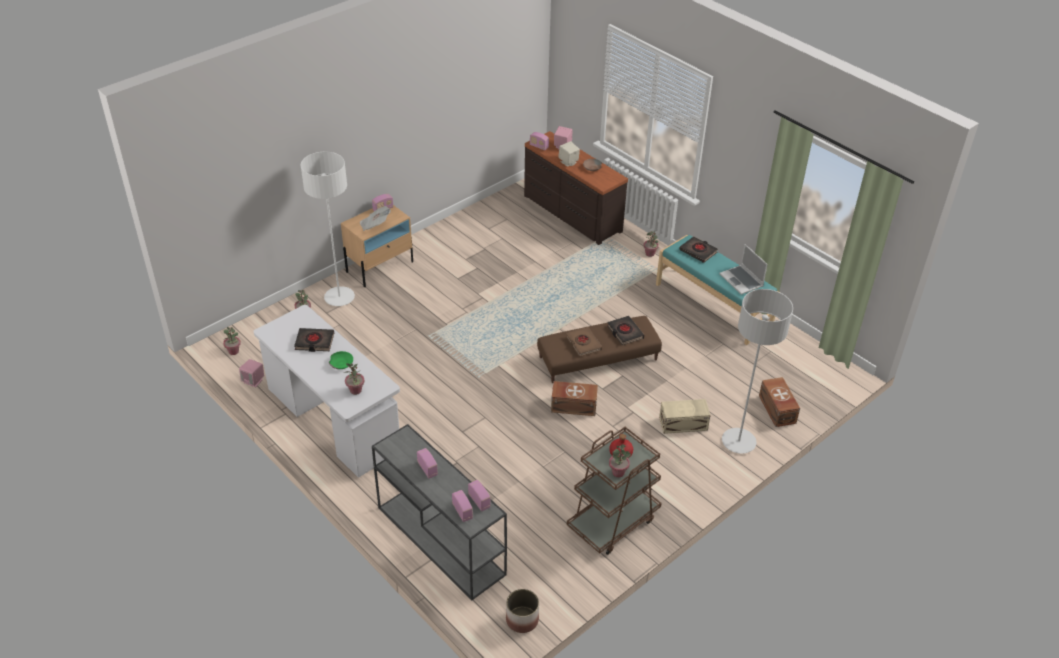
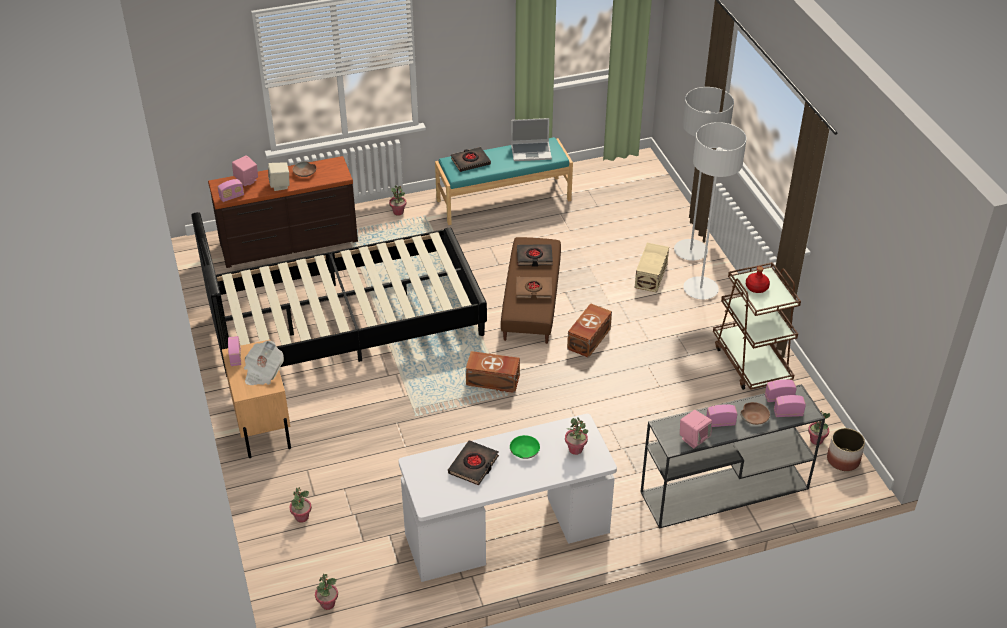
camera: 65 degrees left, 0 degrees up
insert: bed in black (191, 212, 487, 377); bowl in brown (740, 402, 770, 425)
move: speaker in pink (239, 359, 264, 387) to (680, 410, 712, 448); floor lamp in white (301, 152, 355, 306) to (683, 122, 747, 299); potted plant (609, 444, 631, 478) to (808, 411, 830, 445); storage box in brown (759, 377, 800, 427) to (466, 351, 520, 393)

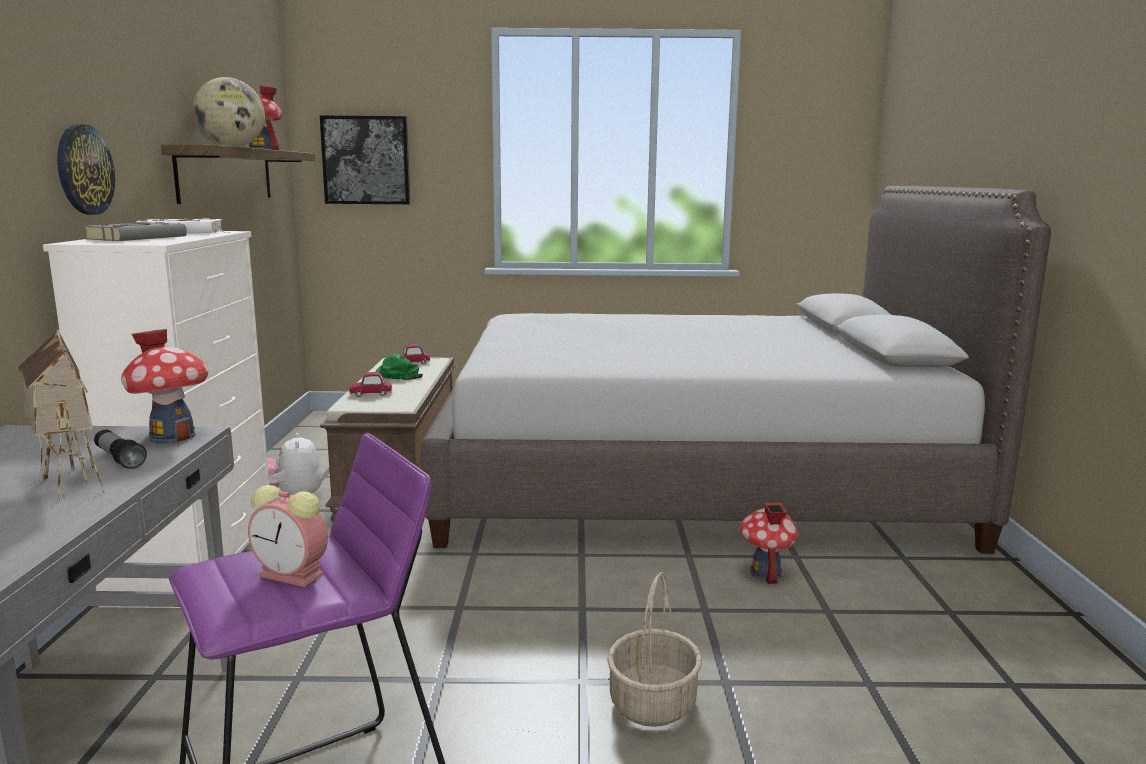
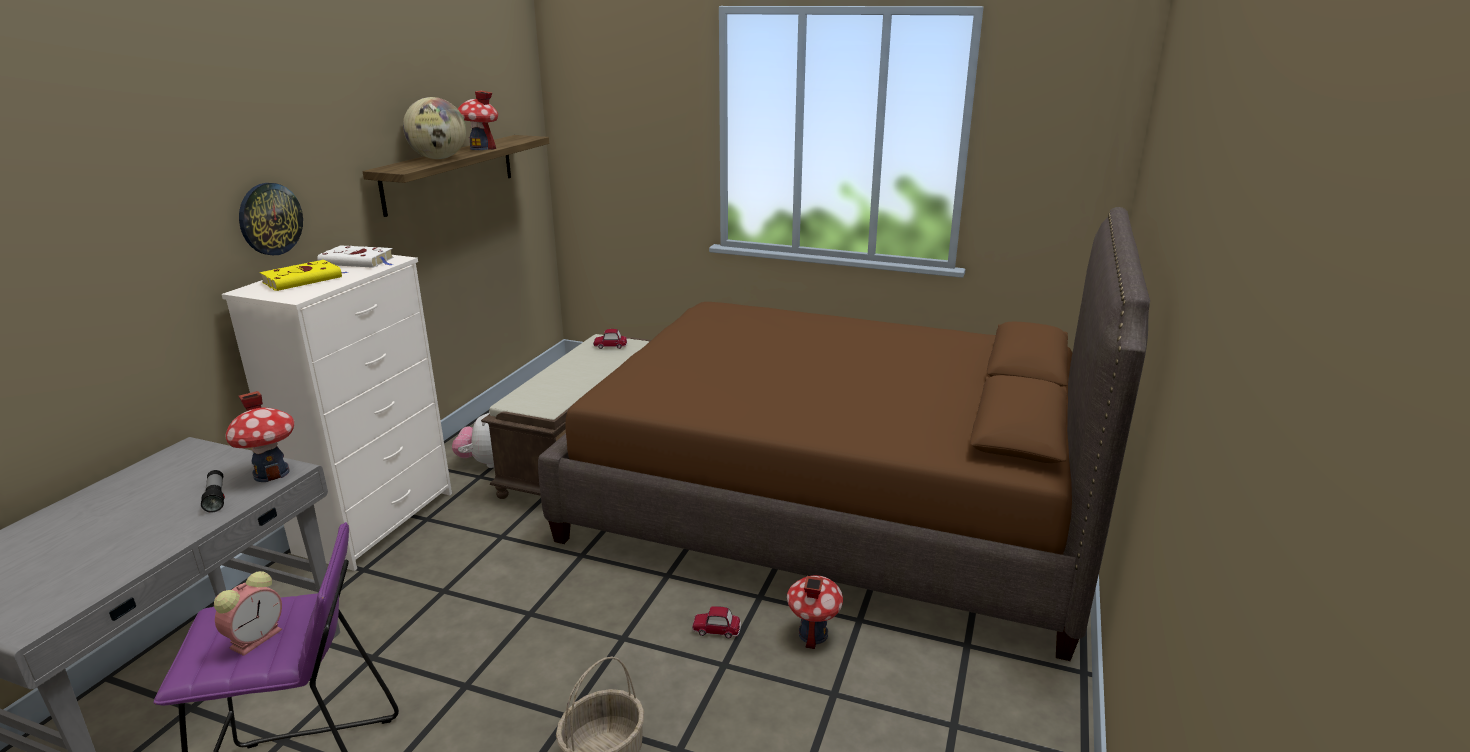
camera: 20 degrees right, 10 degrees up
delete: toy house (17, 329, 105, 501); picture (320, 116, 410, 204); cap in green (375, 354, 423, 380)
move: toy car (349, 372, 393, 397) to (692, 606, 741, 638)
recolor: book in grey (83, 222, 187, 241) to book in yellow (260, 260, 349, 291); bed in grey (421, 186, 1051, 554) to bed in brown (538, 207, 1150, 661)
rotate: alarm clock (248, 485, 328, 587) = (214, 571, 282, 656) 105 degrees counterclockwise

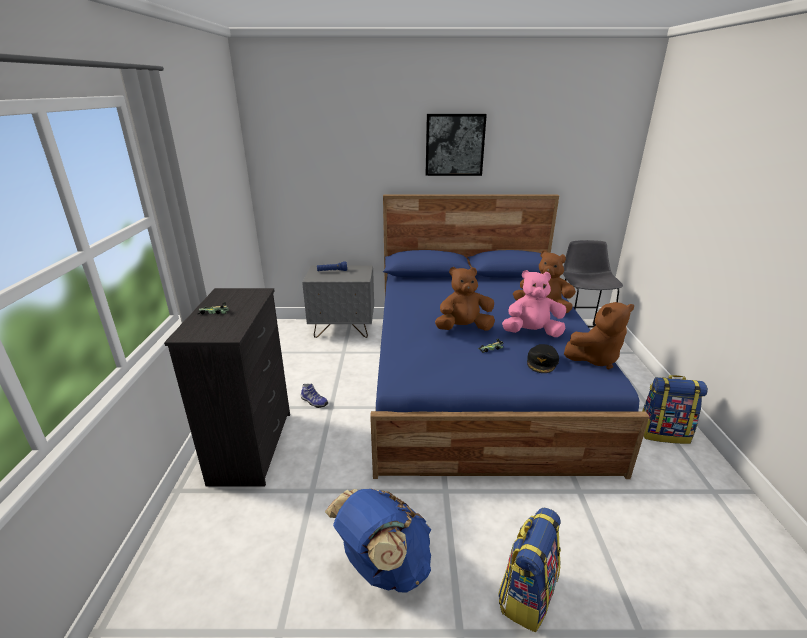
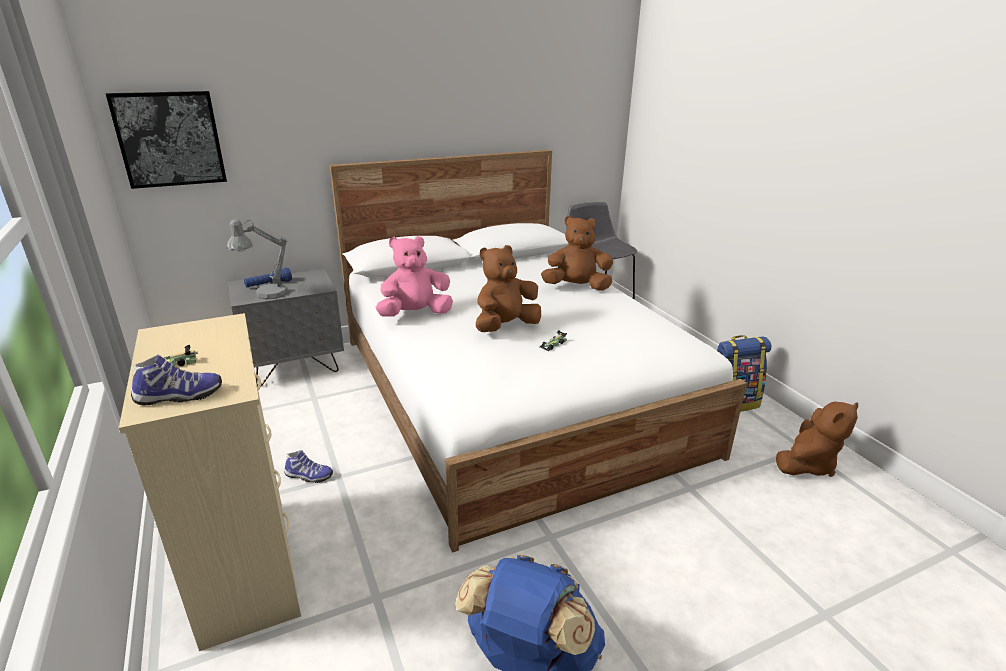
camera: 25 degrees left, 0 degrees up
delete: backpack (498, 508, 561, 632); cap in black (527, 344, 559, 373)
insert: shoe (131, 355, 222, 405); table lamp in grey (227, 219, 287, 300)
move: picture (426, 114, 487, 176) to (106, 91, 227, 189); plush toy in pink (502, 270, 566, 337) to (376, 236, 453, 316); plush toy in brown (564, 302, 634, 370) to (776, 401, 858, 477)
recolor: dresser in black (164, 288, 290, 486) to dresser in beige (119, 313, 301, 651); bed in blue (370, 195, 649, 479) to bed in white (330, 150, 747, 552)

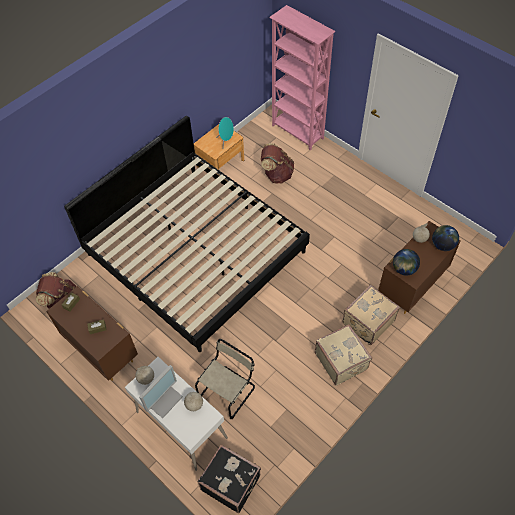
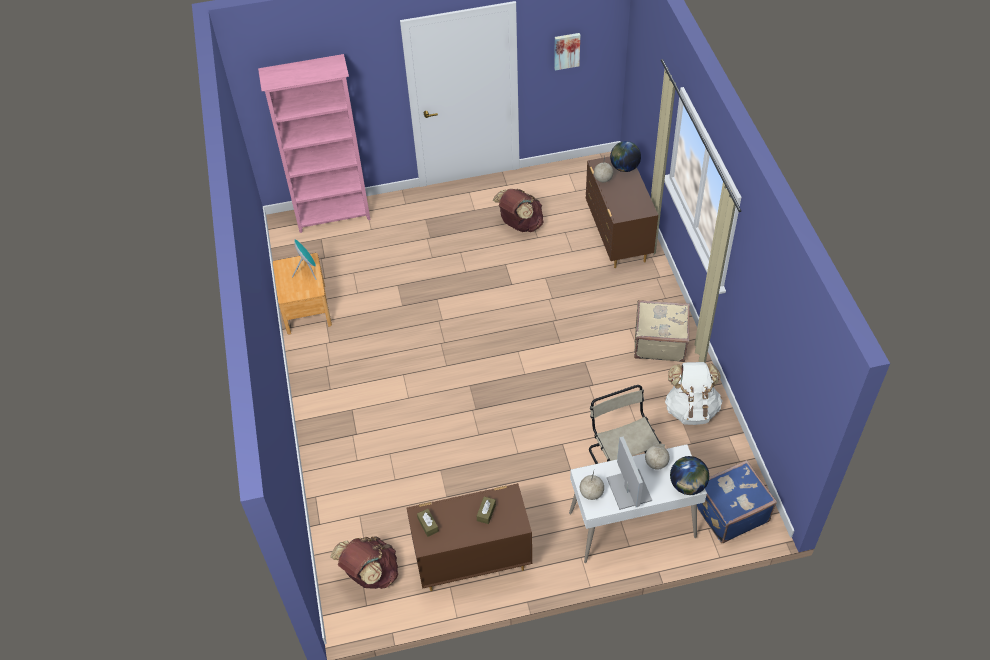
camera: 55 degrees left, 5 degrees down
delete: bed (64, 116, 310, 352); suitcase in beige (342, 285, 400, 345)
insert: picture (554, 33, 580, 70); backpack in white (665, 362, 723, 425)
move: backpack in brown (261, 143, 294, 184) to (493, 189, 544, 232); globe (393, 249, 420, 276) to (670, 456, 709, 495)
recolor: suitcase in black (198, 444, 261, 513) to suitcase in blue (697, 460, 777, 543)

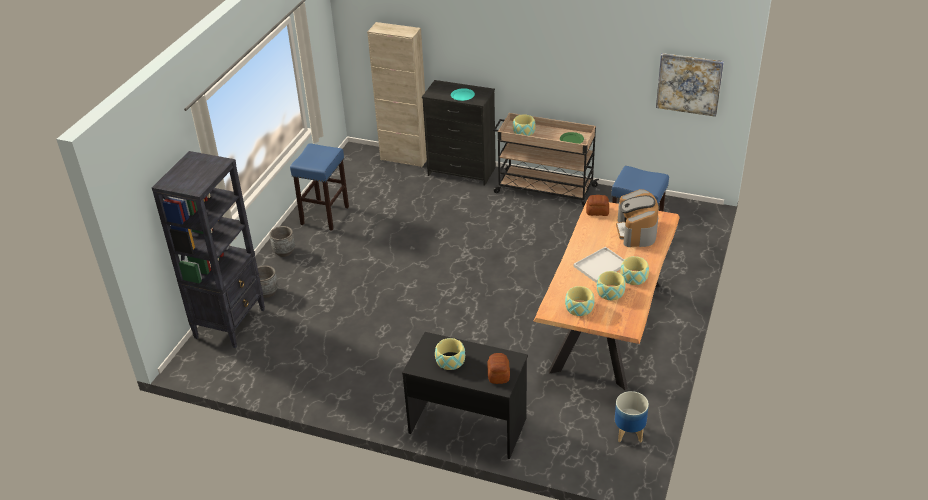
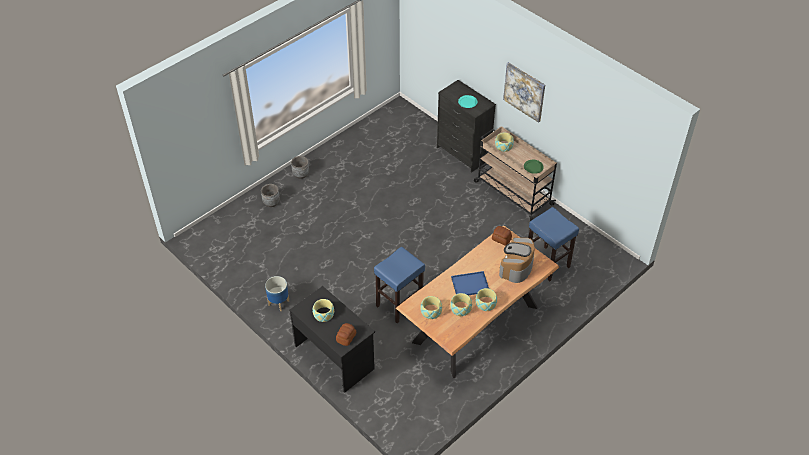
camera: 25 degrees right, 10 degrees up
delete: bookcase in black (152, 151, 265, 348); cabinet in beige (367, 22, 427, 167)
move: stool in blue (290, 143, 349, 231) to (374, 247, 425, 323); planter (615, 391, 649, 442) to (265, 276, 289, 311); picture (656, 53, 724, 117) to (503, 62, 545, 123)
recolor: tray in white (573, 247, 624, 283) to tray in blue (451, 271, 489, 295)

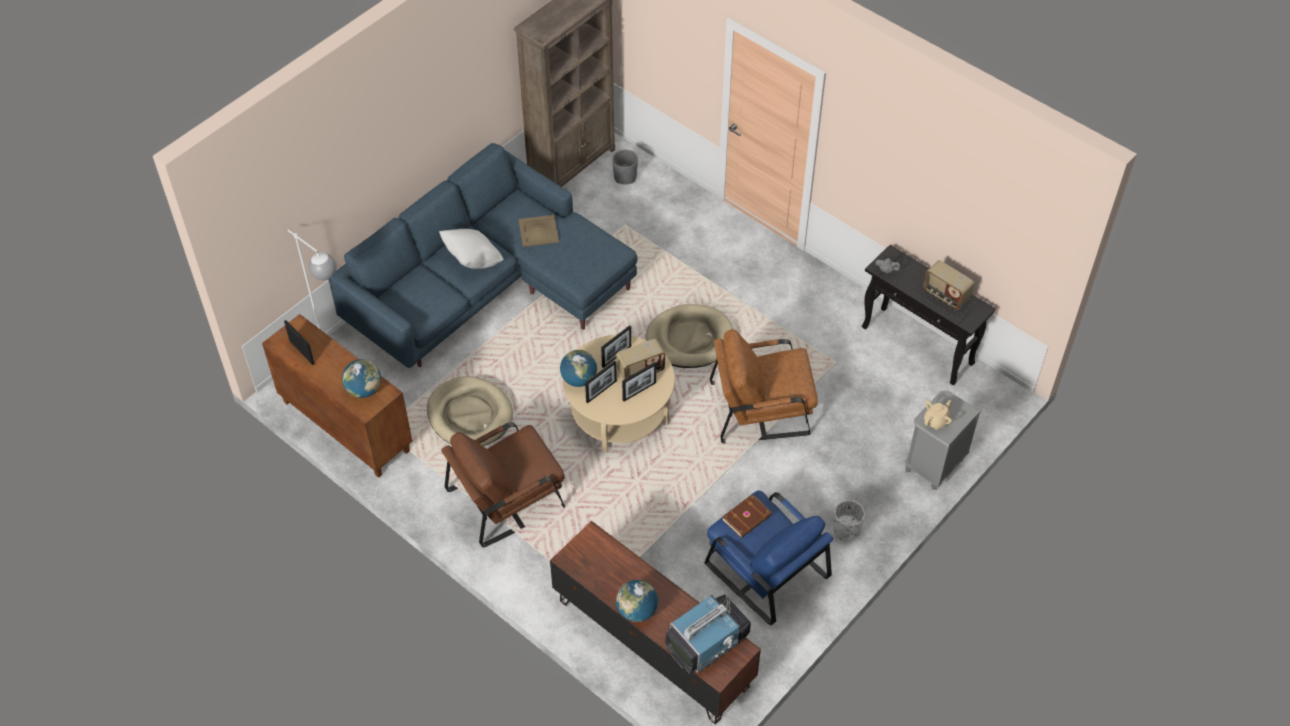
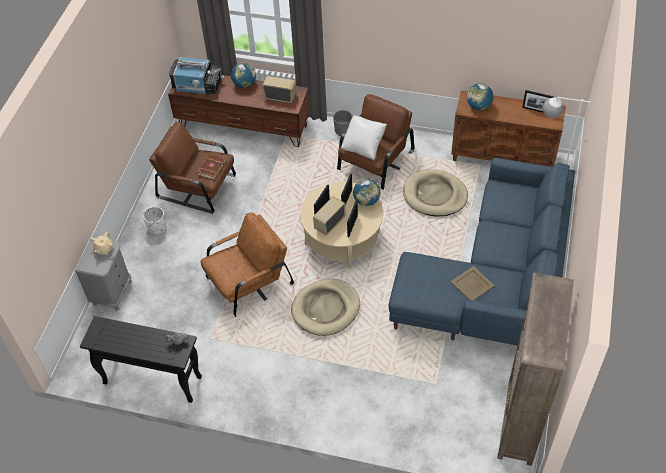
camera: 155 degrees right, 0 degrees up
move: pillow in white (439, 229, 504, 269) to (341, 115, 387, 160); planter in grey (612, 149, 638, 185) to (333, 110, 353, 137); radio (924, 260, 974, 310) to (262, 76, 296, 103)
recolor: armchair in blue (705, 490, 833, 625) to armchair in brown (149, 122, 236, 214)
rotate: television (665, 594, 751, 674) = (169, 57, 224, 95) 105 degrees counterclockwise

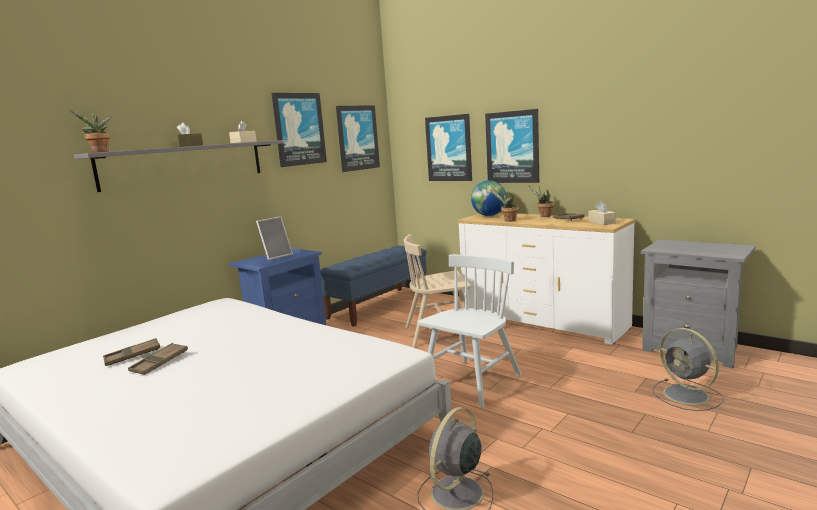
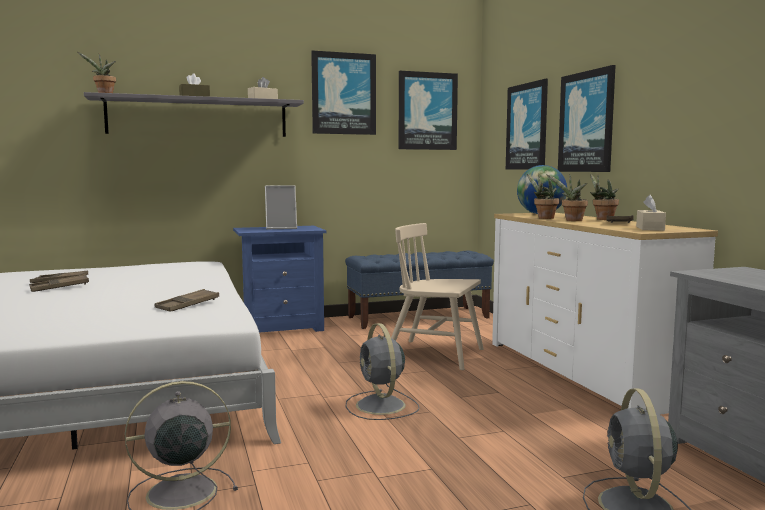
camera: 30 degrees right, 5 degrees down
insert: tray in brown (155, 289, 219, 312); potted plant (546, 174, 588, 221)
replace: chair in white (418, 255, 521, 408) to fan in grey (346, 323, 420, 420)

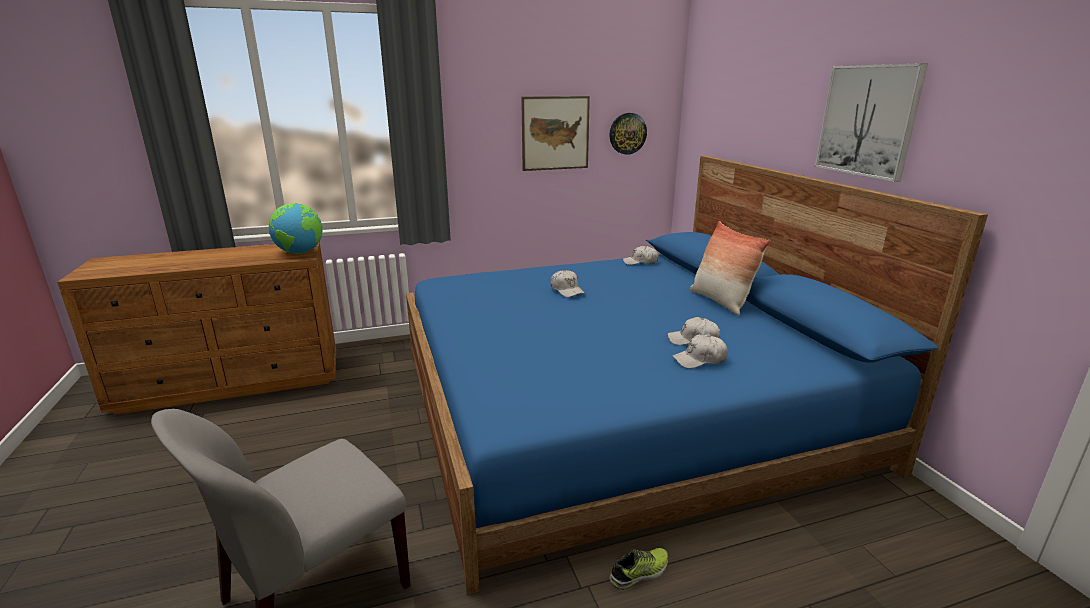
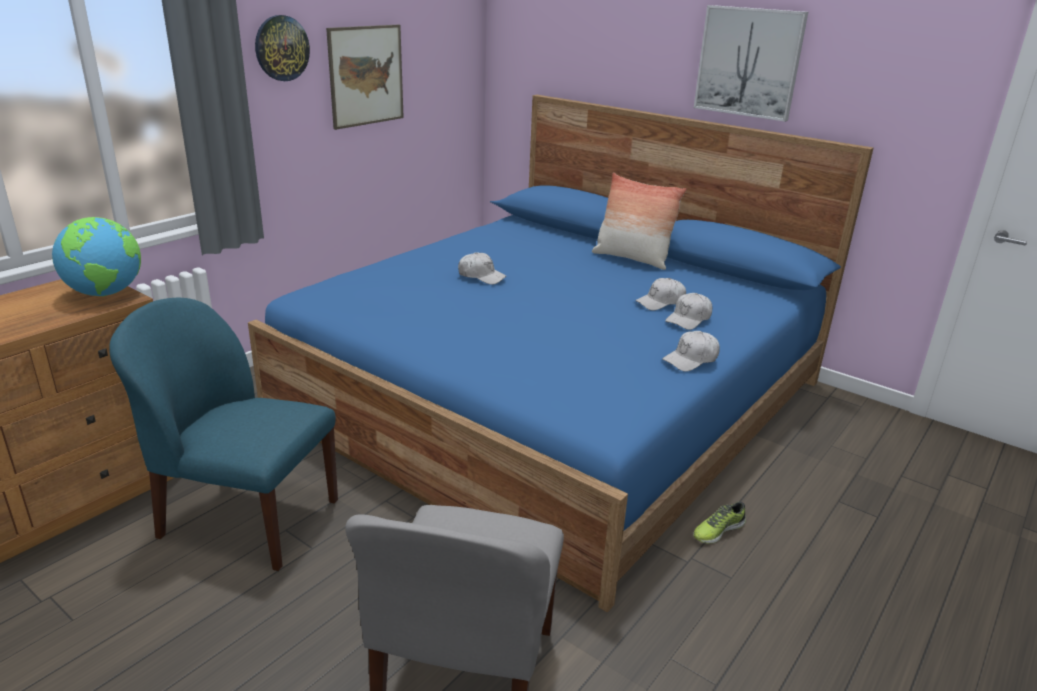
camera: 35 degrees left, 5 degrees up
insert: chair in blue (109, 298, 338, 571)
move: wall clock (609, 113, 647, 155) to (255, 15, 310, 81); cap in white (623, 246, 658, 265) to (663, 331, 720, 372)
rotate: shoe (609, 548, 668, 590) = (693, 502, 746, 544) 150 degrees counterclockwise

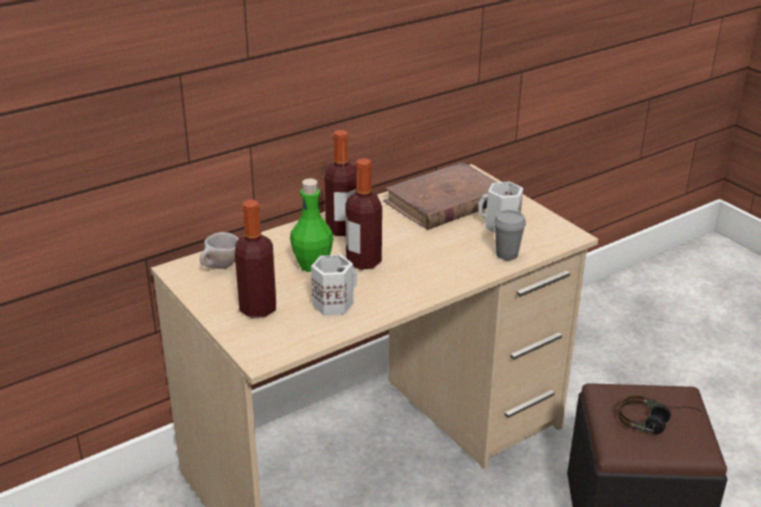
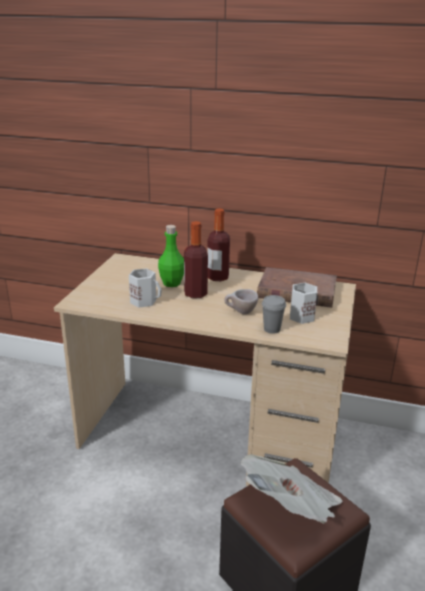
camera: 50 degrees right, 5 degrees down
delete: bottle (235, 200, 276, 318)
move: cup in beige (200, 232, 239, 269) to (224, 289, 258, 314)
replace: headphones (618, 395, 702, 434) to newspaper (241, 454, 342, 523)

